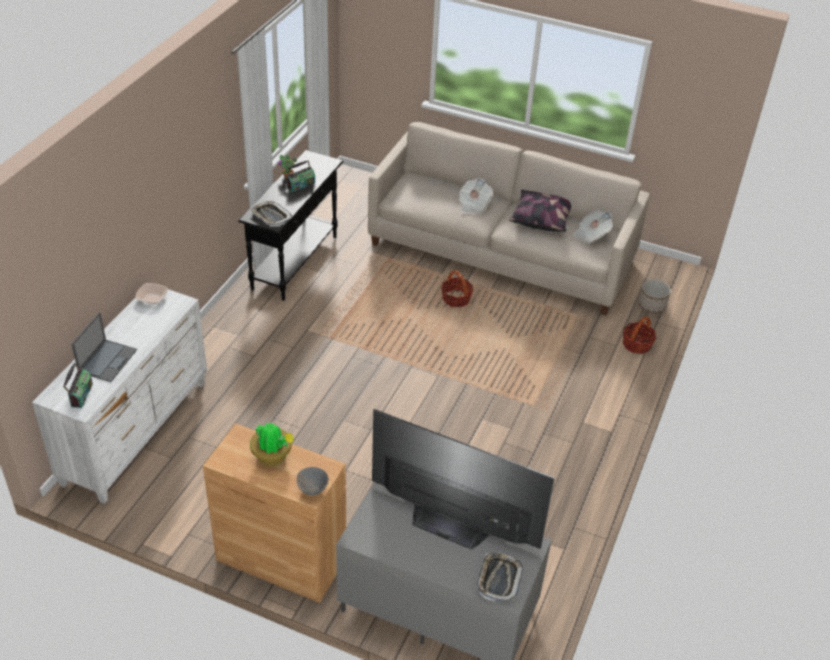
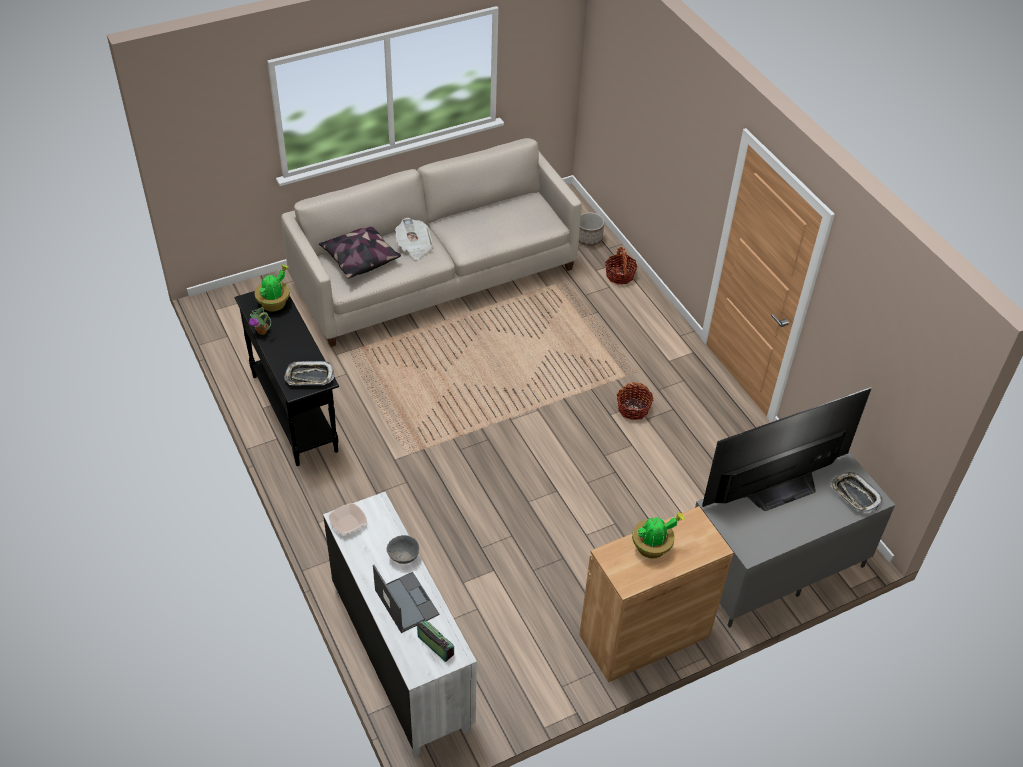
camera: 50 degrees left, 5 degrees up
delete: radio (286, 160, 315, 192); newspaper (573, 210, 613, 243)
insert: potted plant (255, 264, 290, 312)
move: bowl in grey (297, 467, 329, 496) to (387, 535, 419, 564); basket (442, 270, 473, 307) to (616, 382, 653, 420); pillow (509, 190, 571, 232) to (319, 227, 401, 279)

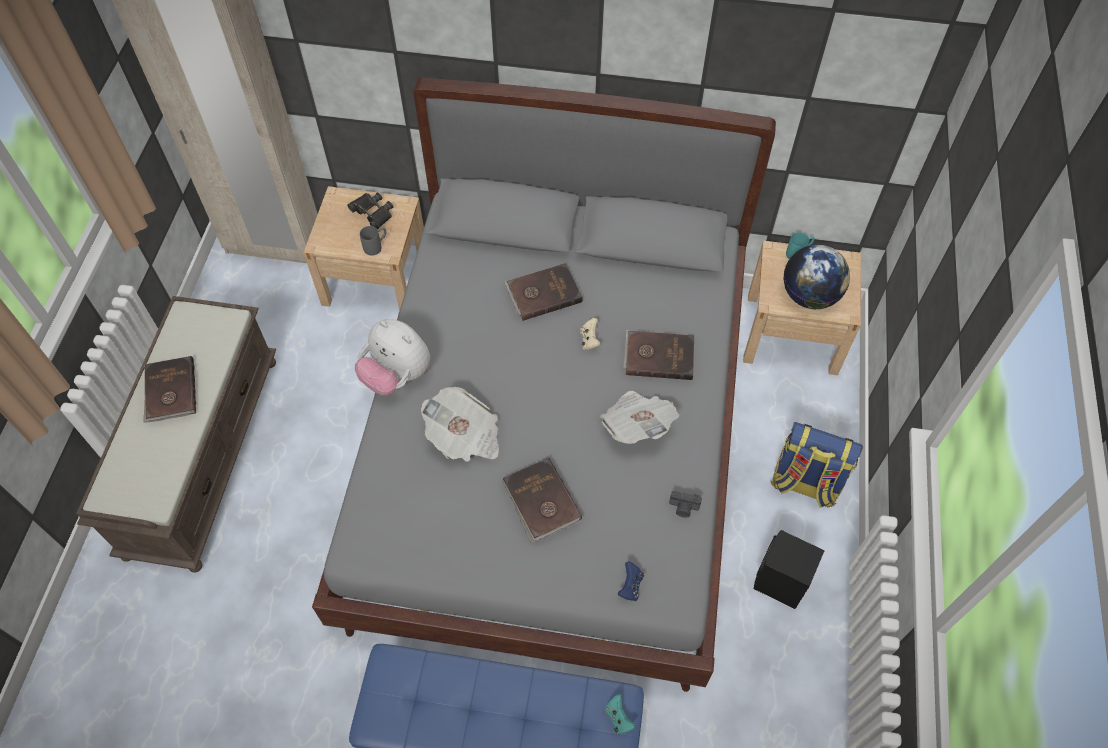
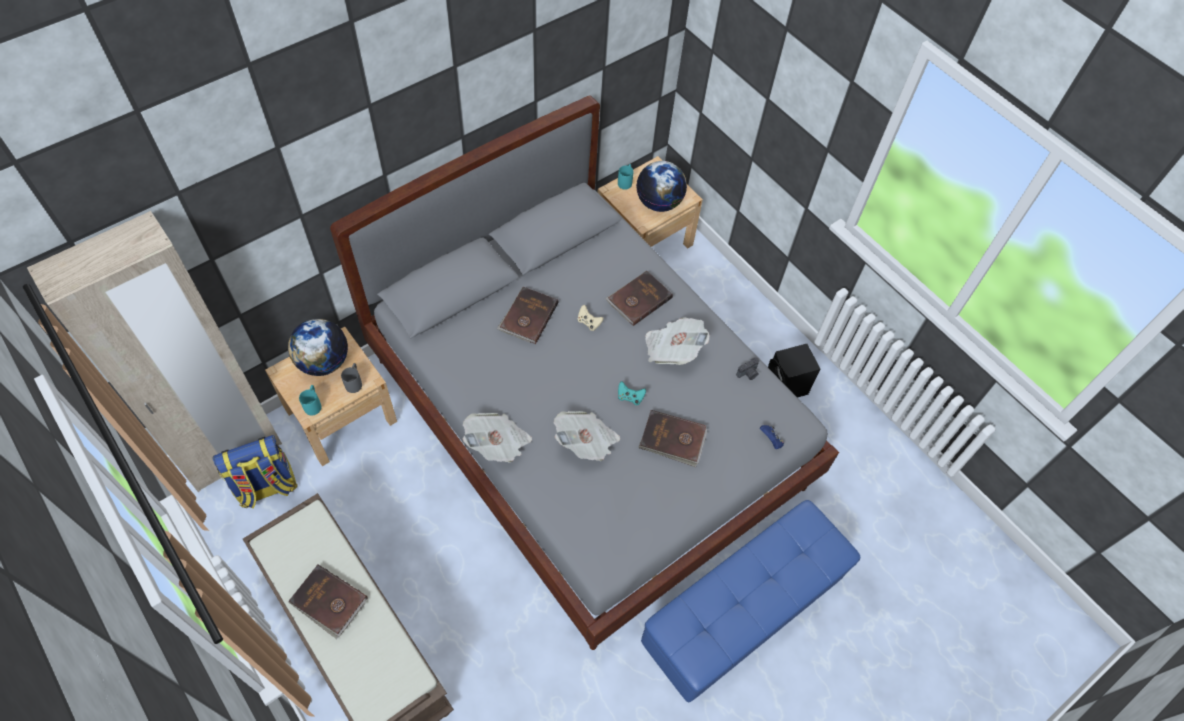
camera: 50 degrees left, 0 degrees up
insert: mug in turquoise (299, 385, 321, 415)
move: game controller in turquoise (605, 694, 636, 734) to (618, 381, 646, 405); backpack (771, 422, 863, 508) to (212, 435, 297, 509)
replace: binoculars in black (347, 192, 393, 229) to globe (288, 319, 348, 376); plush toy (355, 319, 430, 396) to newspaper (462, 413, 532, 463)

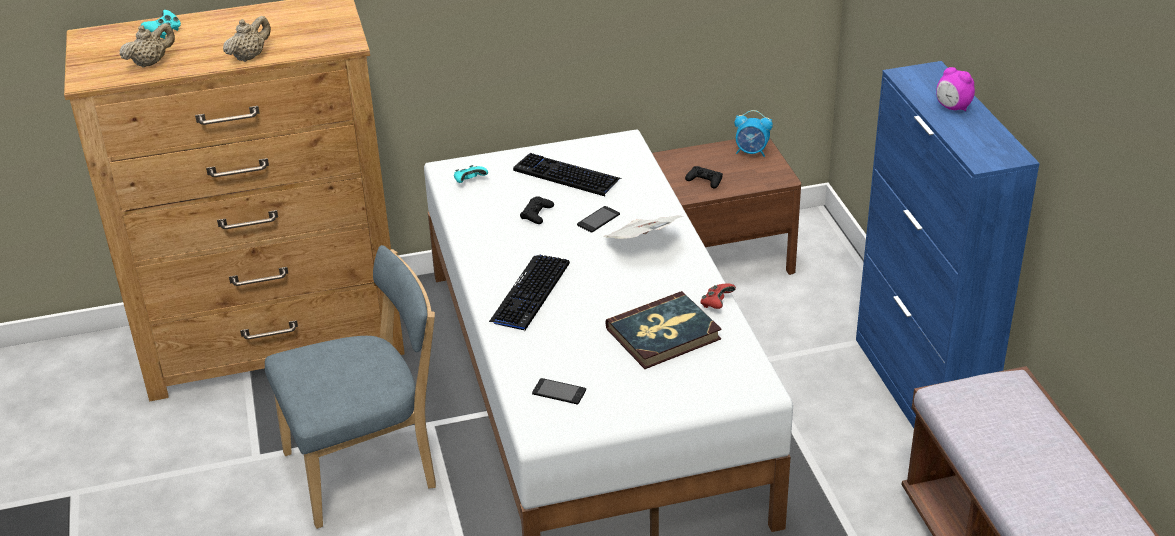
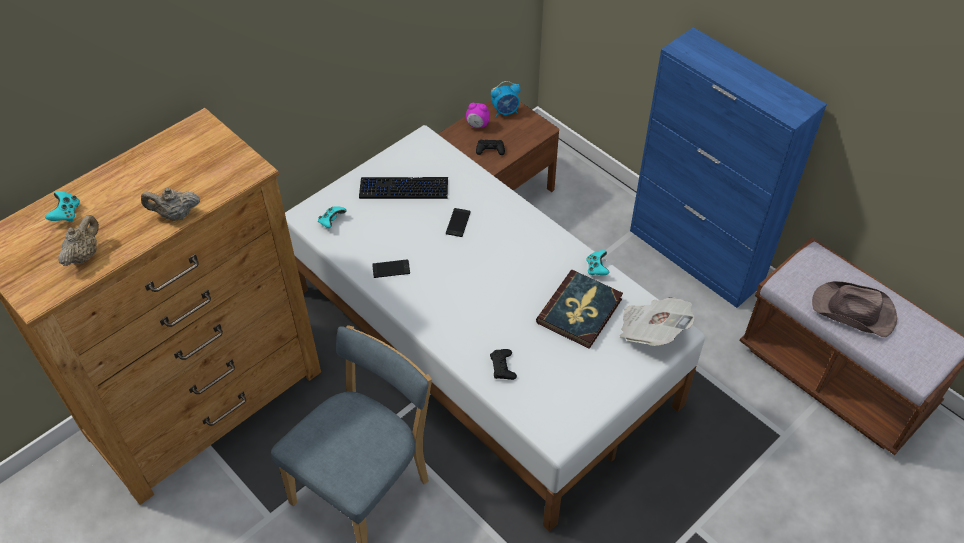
camera: 30 degrees left, 15 degrees up
delete: keyboard (489, 255, 570, 330)
insert: hat in brown (812, 281, 897, 337)
move: game controller in black (520, 196, 554, 224) to (490, 349, 517, 380); phone (532, 378, 586, 405) to (372, 259, 410, 278); newspaper (603, 215, 683, 239) to (620, 297, 694, 346); alarm clock (936, 67, 975, 111) to (466, 103, 490, 128)
recolor: game controller in red (700, 283, 736, 309) to game controller in turquoise (586, 250, 609, 275)
rotate: teapot in beige (223, 16, 271, 62) = (141, 188, 200, 221) 105 degrees counterclockwise

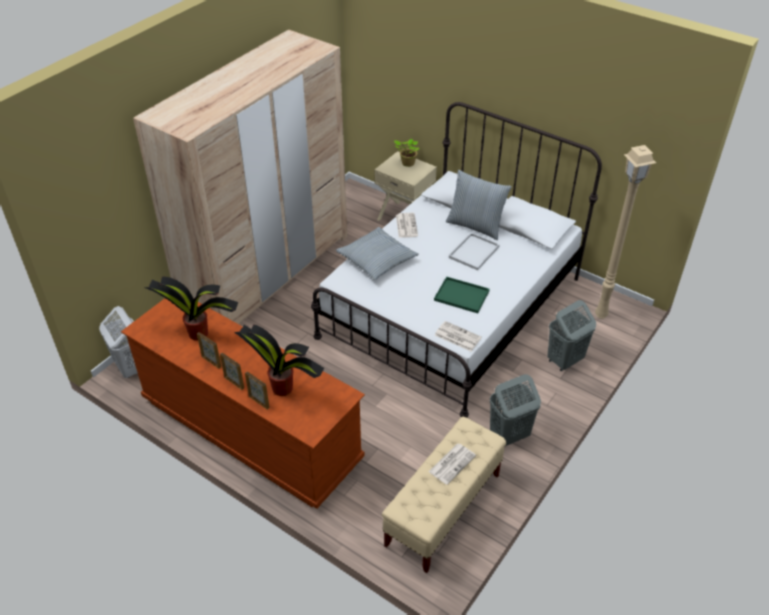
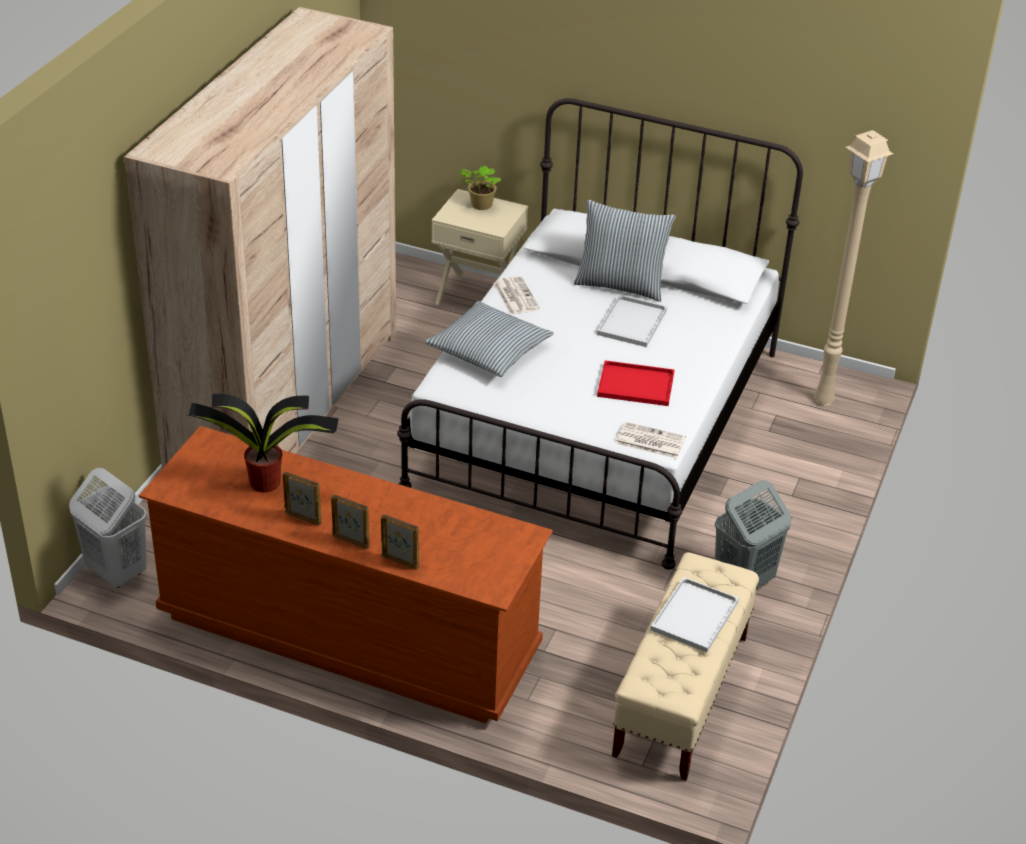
camera: 15 degrees left, 5 degrees down
delete: potted plant (234, 324, 324, 396); laundry basket in grey (548, 300, 596, 371)
replace: newspaper (429, 444, 476, 485) to tray in white (650, 577, 739, 652)
recolor: tray in green (434, 277, 490, 313) to tray in red (597, 360, 674, 406)

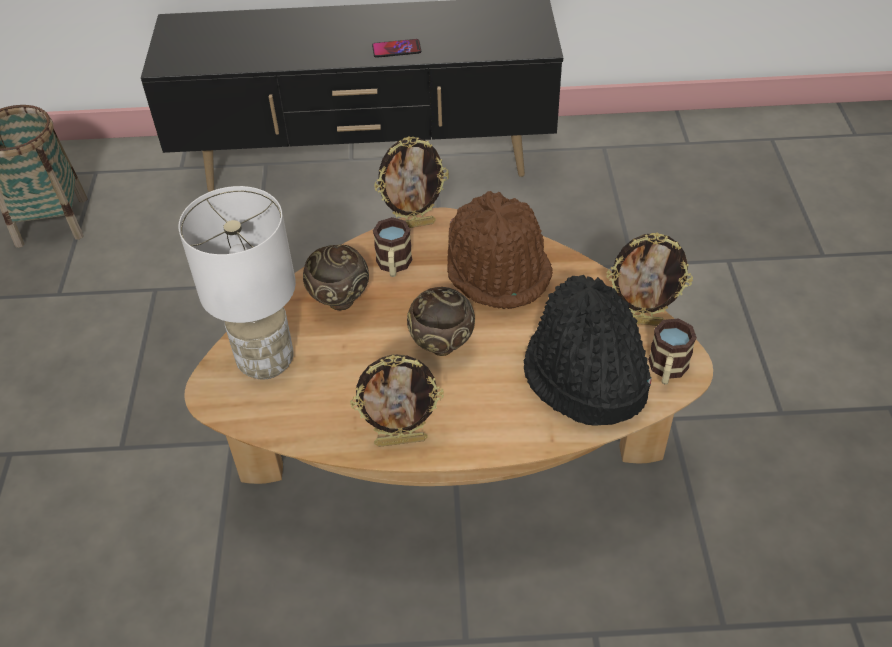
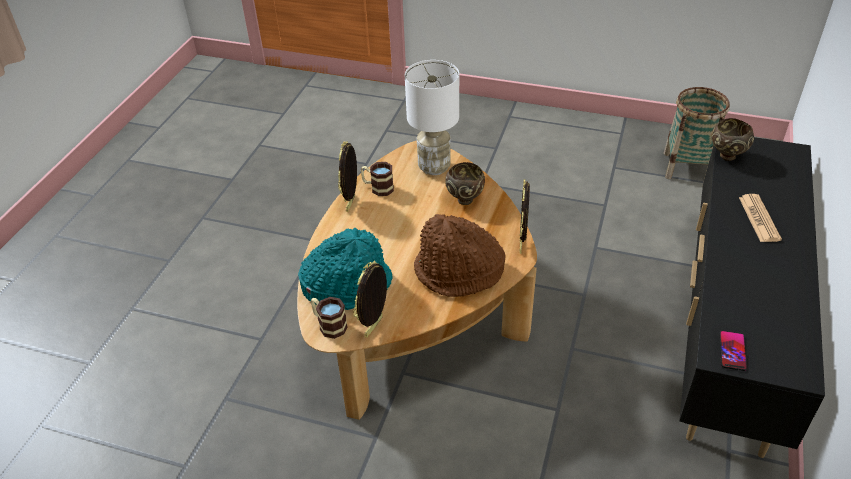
camera: 110 degrees right, 5 degrees down
insert: newspaper (739, 194, 782, 242)
move: phone (372, 39, 421, 58) to (719, 331, 747, 371); mug (373, 217, 413, 277) to (361, 162, 394, 196); bowl in brown (407, 287, 475, 356) to (711, 118, 754, 161)
recolor: hat in black (523, 275, 652, 425) to hat in turquoise (298, 228, 393, 310)

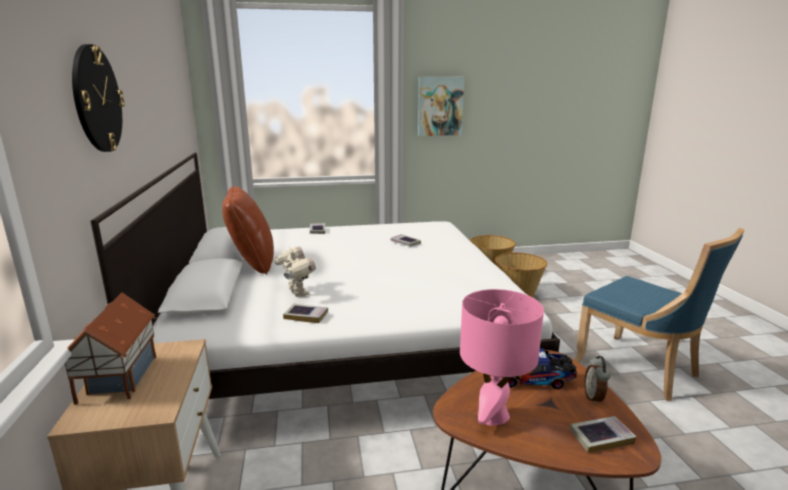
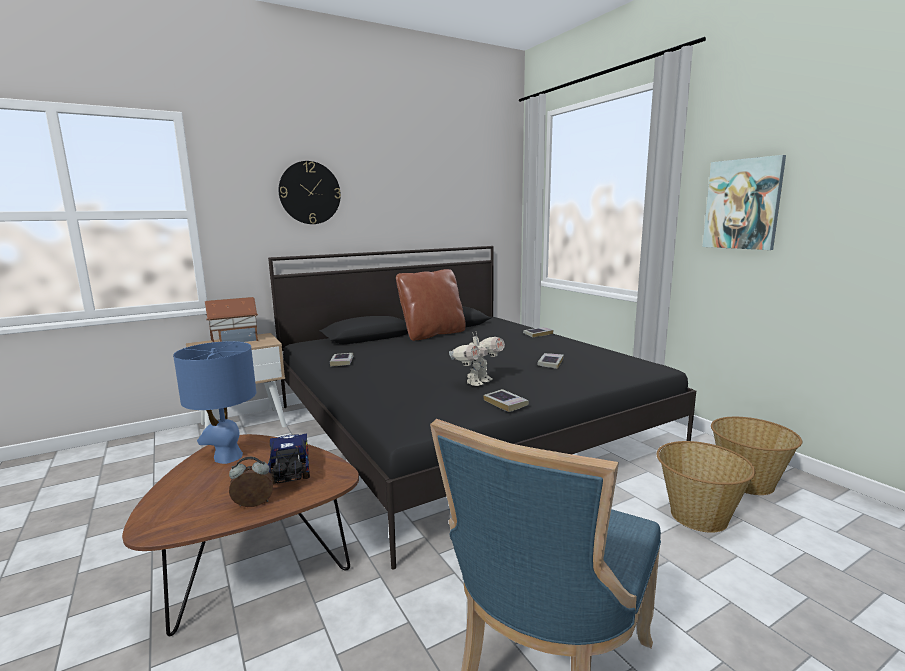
camera: 70 degrees right, 5 degrees down
move: toy robot (274, 246, 316, 297) to (449, 332, 505, 386); book (570, 416, 636, 453) to (483, 389, 529, 412)
recolor: bed in white (90, 152, 560, 399) to bed in black (268, 246, 696, 570); table lamp in pink (460, 289, 544, 426) to table lamp in blue (173, 341, 256, 464)

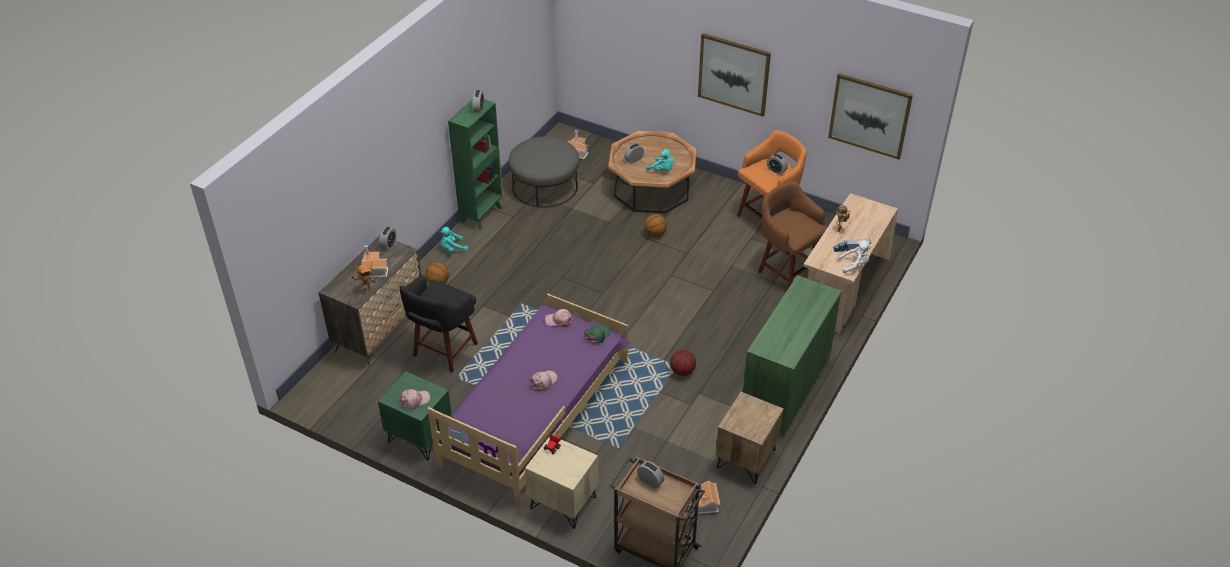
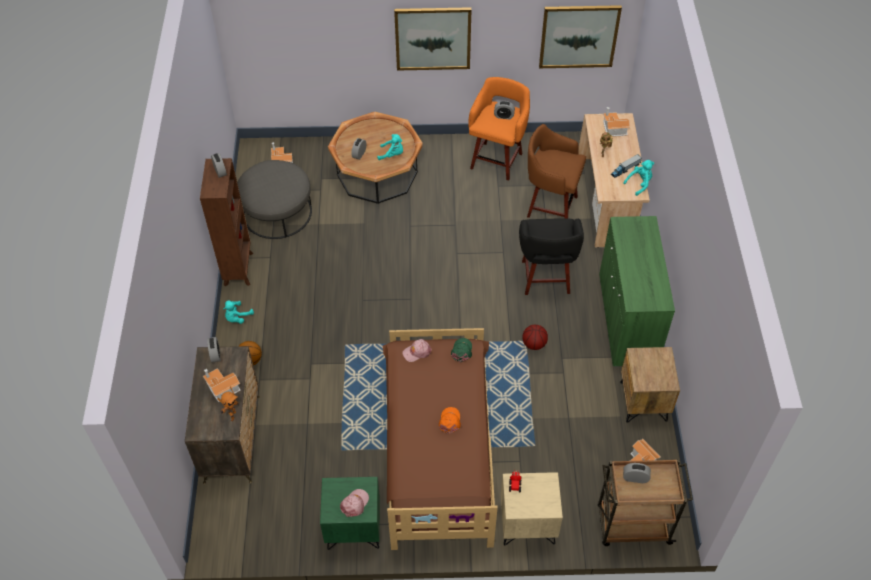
camera: 30 degrees left, 10 degrees up
delete: basketball (644, 214, 667, 237)
insert: toy house (603, 107, 630, 137)
move: stool in black (399, 275, 478, 372) to (519, 218, 584, 295)
recolor: bed in purple (427, 294, 631, 506) to bed in brown (383, 328, 498, 550); bookcase in green (448, 99, 503, 230) to bookcase in brown (200, 158, 253, 287); cap in pink (530, 371, 558, 390) to cap in orange (439, 407, 461, 434); plush toy in white (838, 240, 872, 273) to plush toy in turquoise (623, 160, 654, 196)

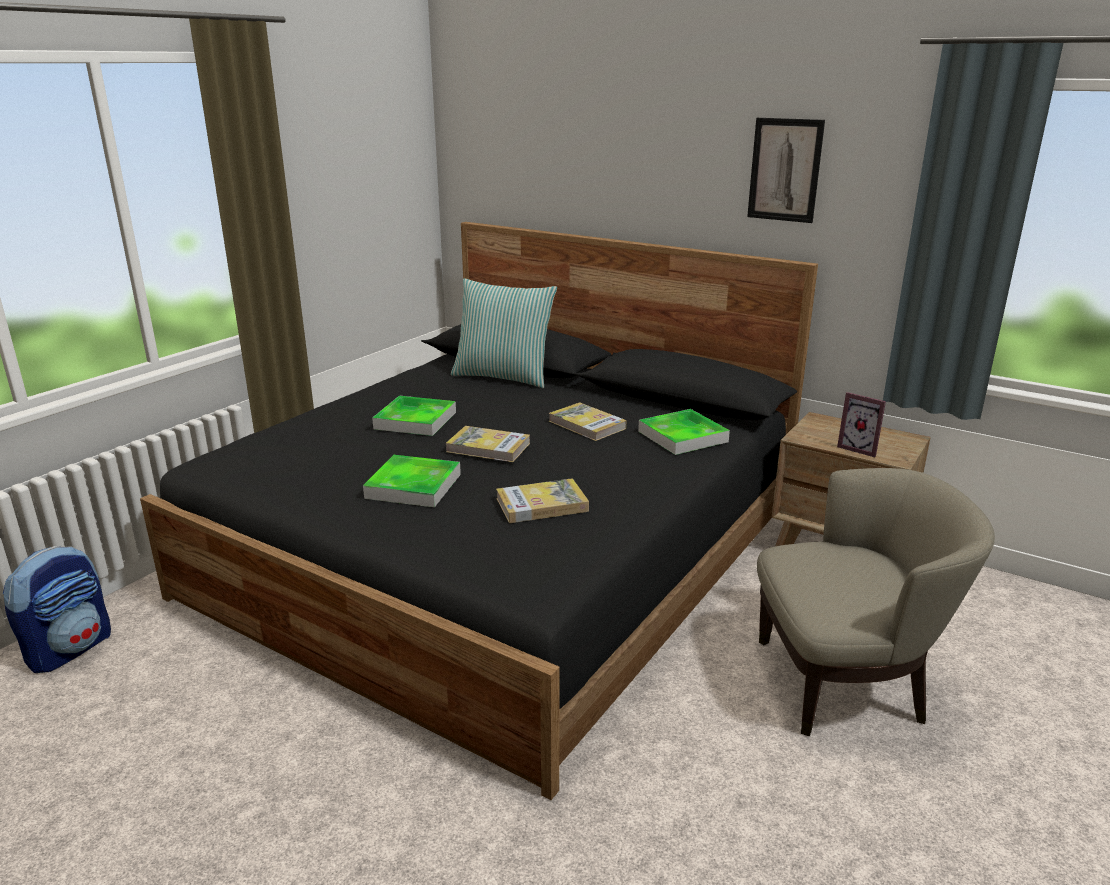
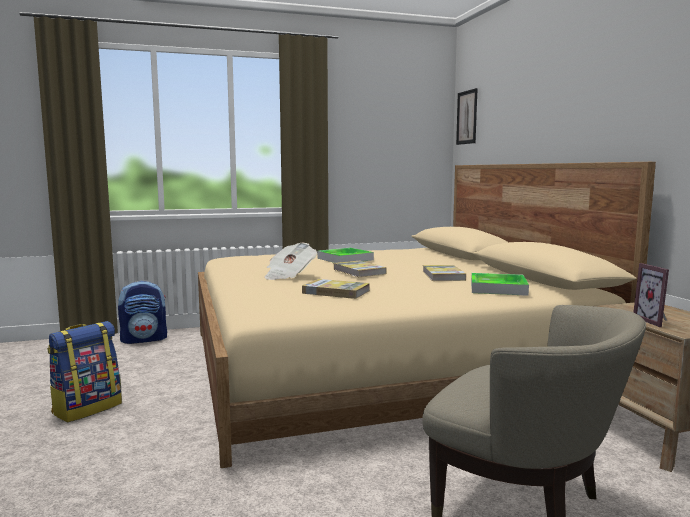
camera: 40 degrees right, 15 degrees down
delete: pillow (451, 278, 557, 388)
insert: backpack (47, 321, 122, 422)
move: picture (747, 118, 825, 223) to (456, 88, 478, 145)
replace: tray (363, 455, 461, 507) to newspaper (264, 243, 317, 280)
recolor: bed in black (140, 222, 818, 800) to bed in beige (198, 162, 656, 468)

